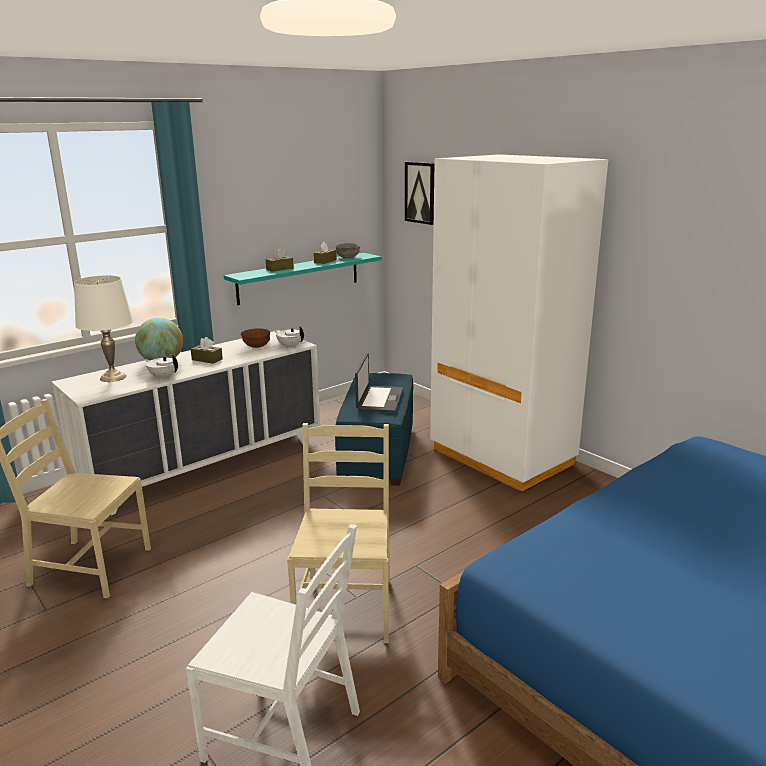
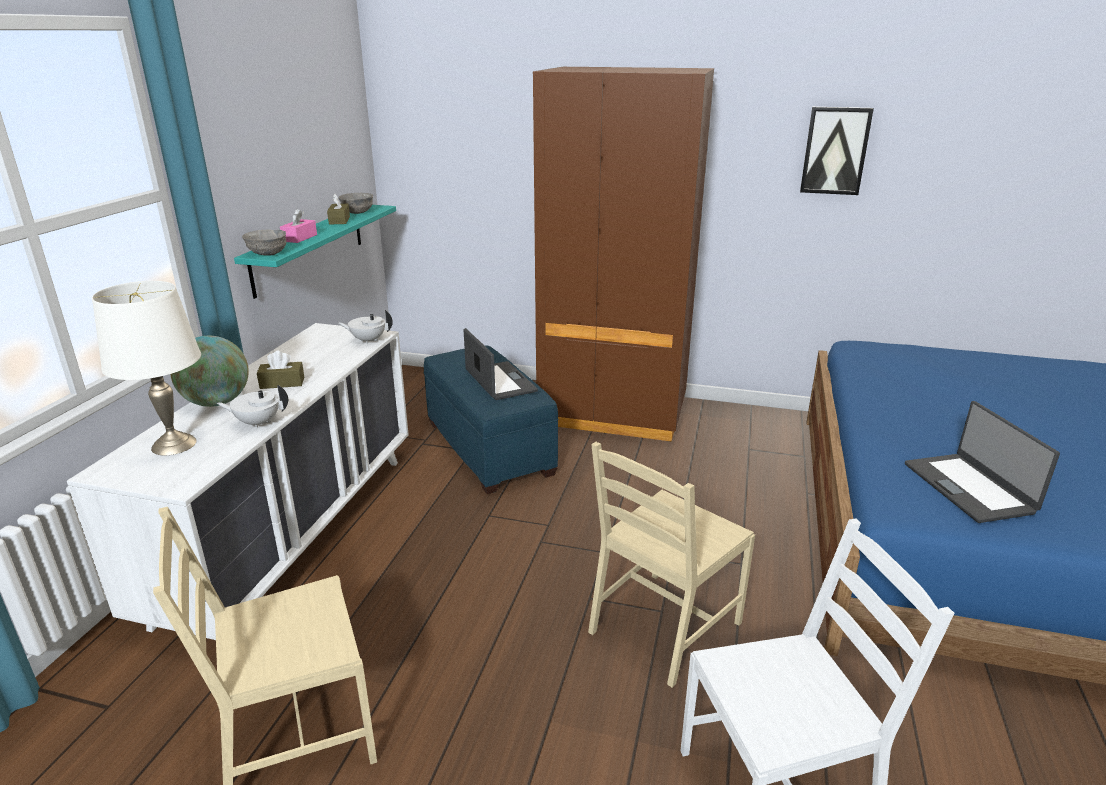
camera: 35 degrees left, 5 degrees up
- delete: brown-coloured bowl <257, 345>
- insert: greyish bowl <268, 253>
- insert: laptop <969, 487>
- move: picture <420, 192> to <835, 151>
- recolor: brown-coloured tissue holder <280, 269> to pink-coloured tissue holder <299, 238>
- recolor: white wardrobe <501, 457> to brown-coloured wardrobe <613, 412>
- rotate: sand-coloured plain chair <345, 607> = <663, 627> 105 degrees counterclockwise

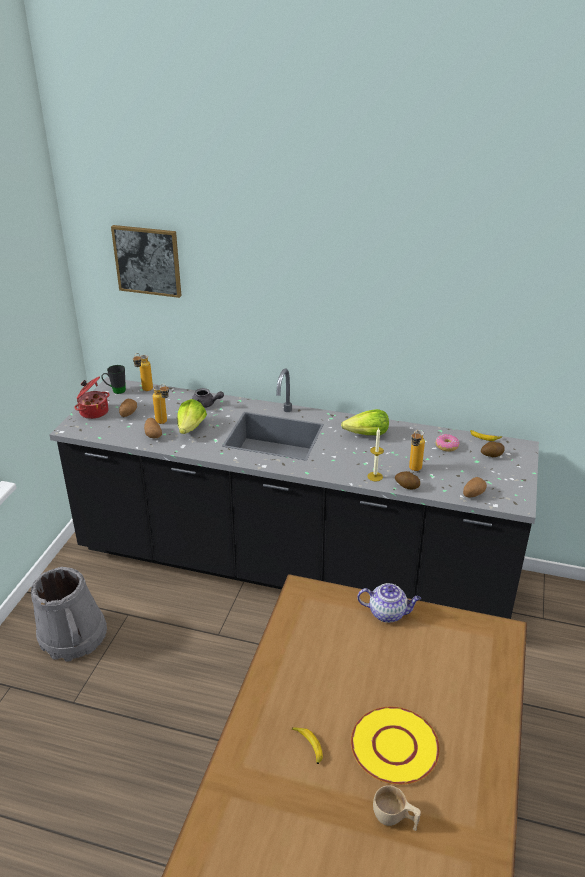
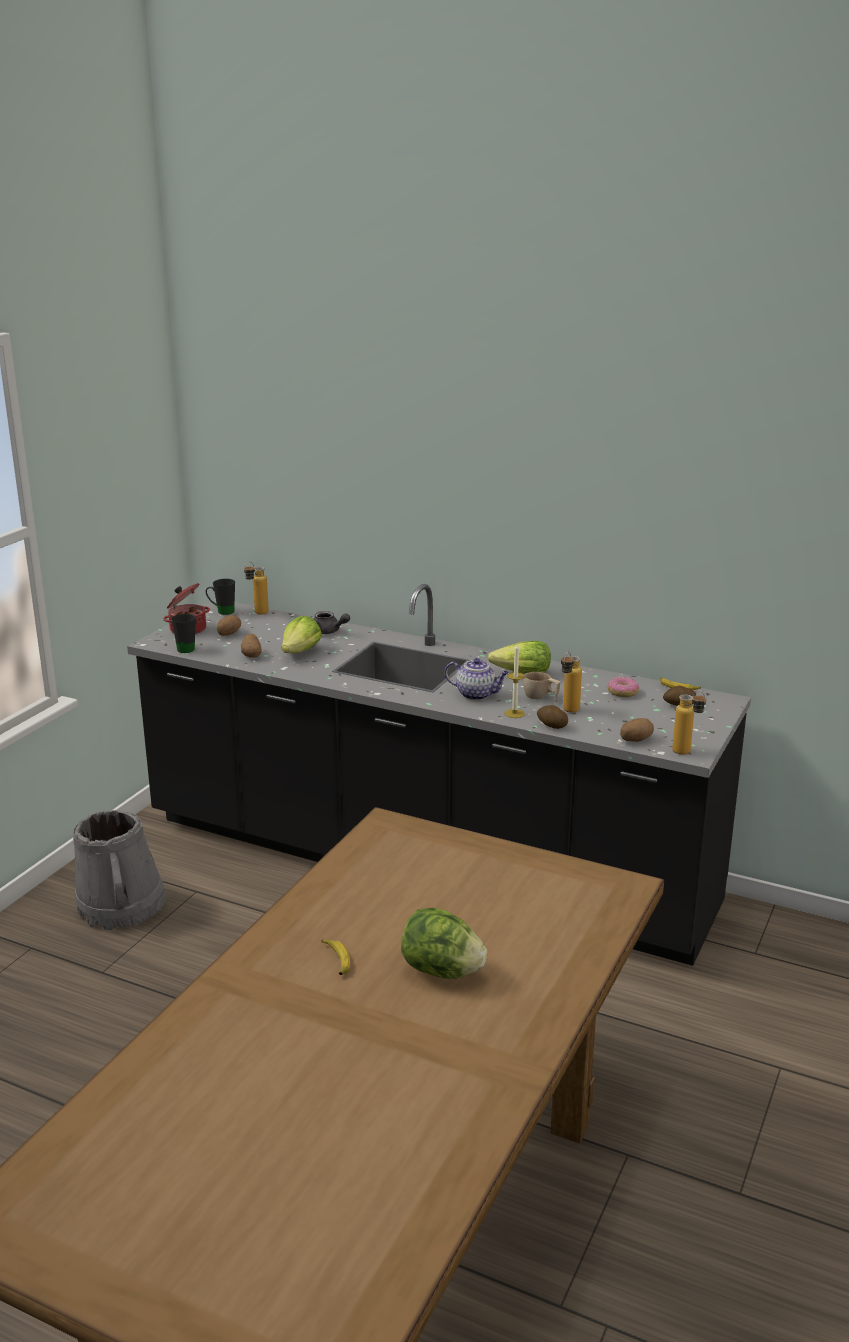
camera: 10 degrees right, 10 degrees down
- delete: picture <147, 260>
- insert: blackish mug <187, 648>
- move: drink bottle <164, 423> to <686, 754>
- move: tea pot <388, 613> to <477, 694>
- move: sand-coloured small cup <395, 819> to <541, 698>
- replace: yellowish flat dish <394, 746> to lettuce head <441, 971>

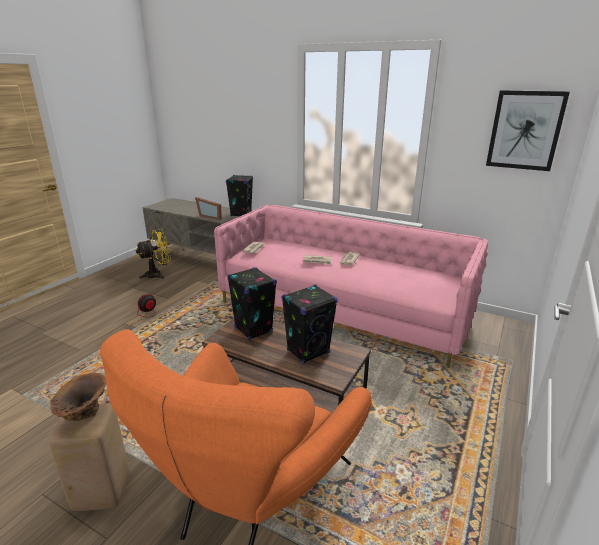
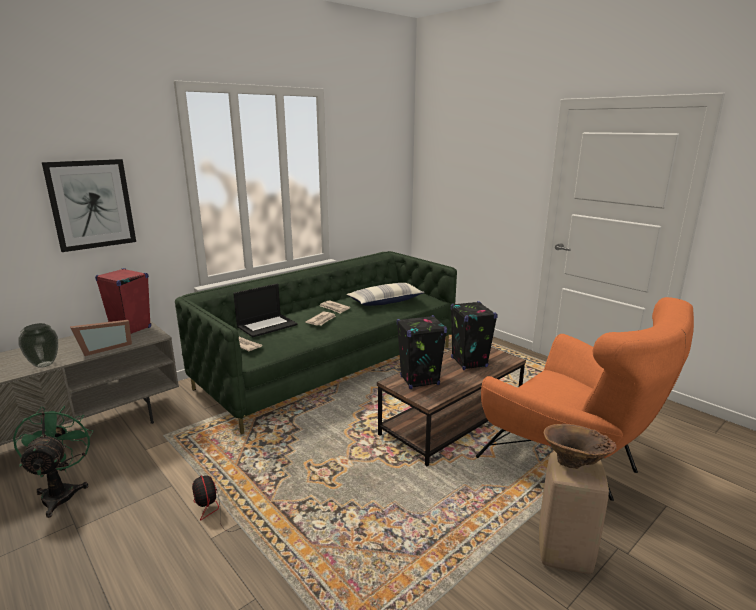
camera: 70 degrees left, 5 degrees down
- insert: flower vase <43, 365>
- insert: laptop <267, 325>
- insert: cushion <385, 301>
- move: picture <525, 130> to <91, 204>
- recolor: yellowish electric fan <158, 274> to green-coloured electric fan <62, 492>
- recolor: pink-coloured settee <342, 310> to green-coloured settee <332, 366>
- recolor: blackish speaker <241, 214> to red-coloured speaker <130, 329>

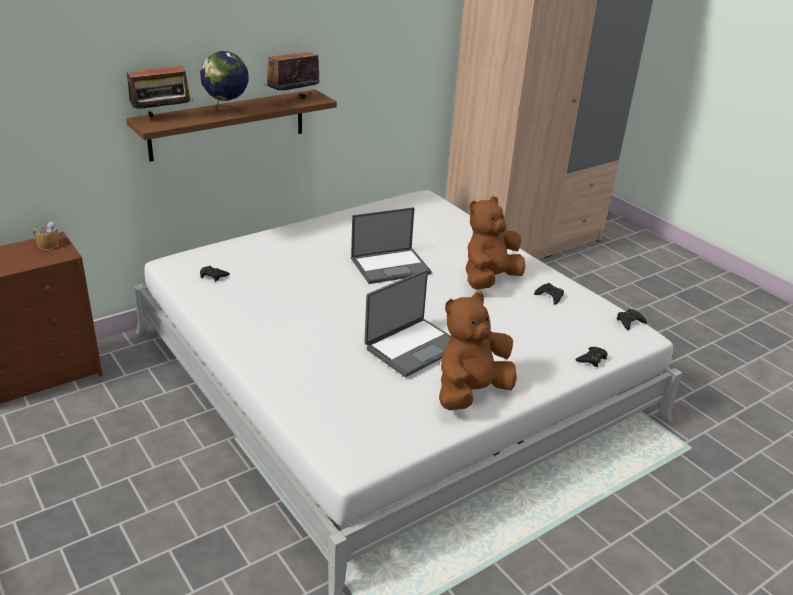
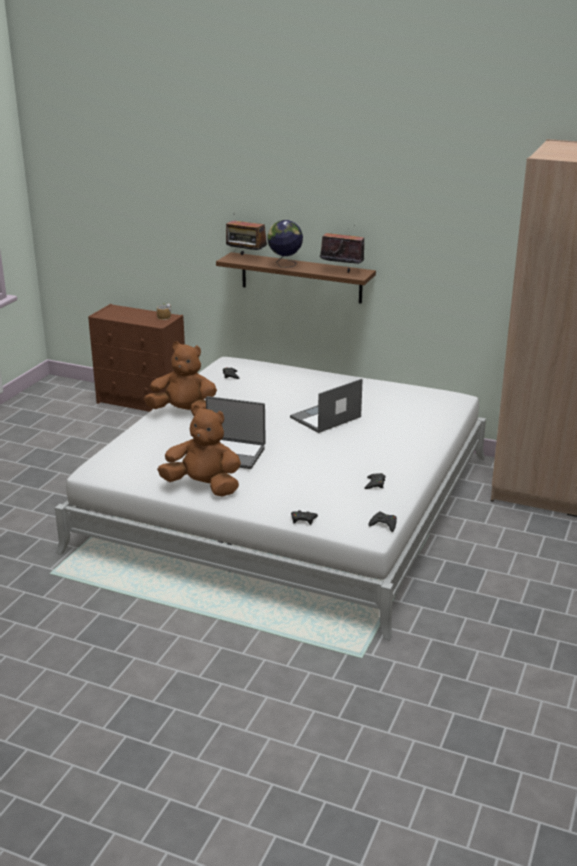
camera: 60 degrees right, 5 degrees down
- move: brown-coloured plush toy <489, 280> to <184, 413>
- rotate: laptop <391, 266> = <325, 418> 105 degrees clockwise

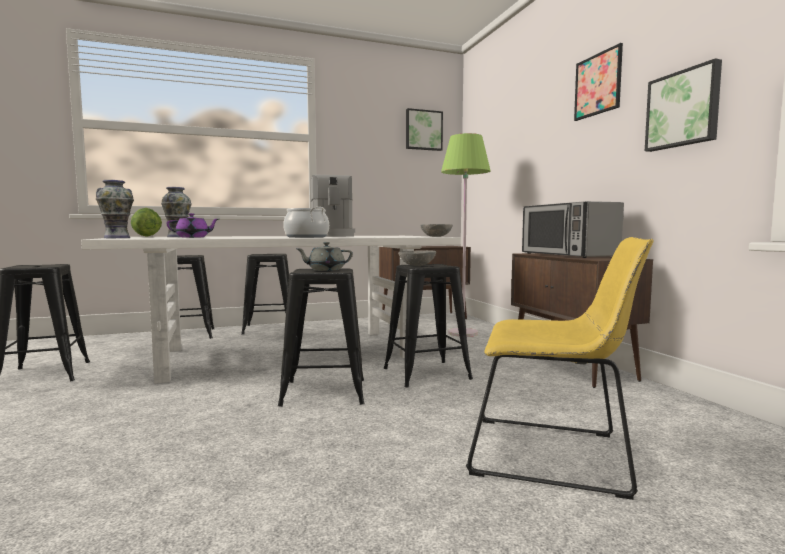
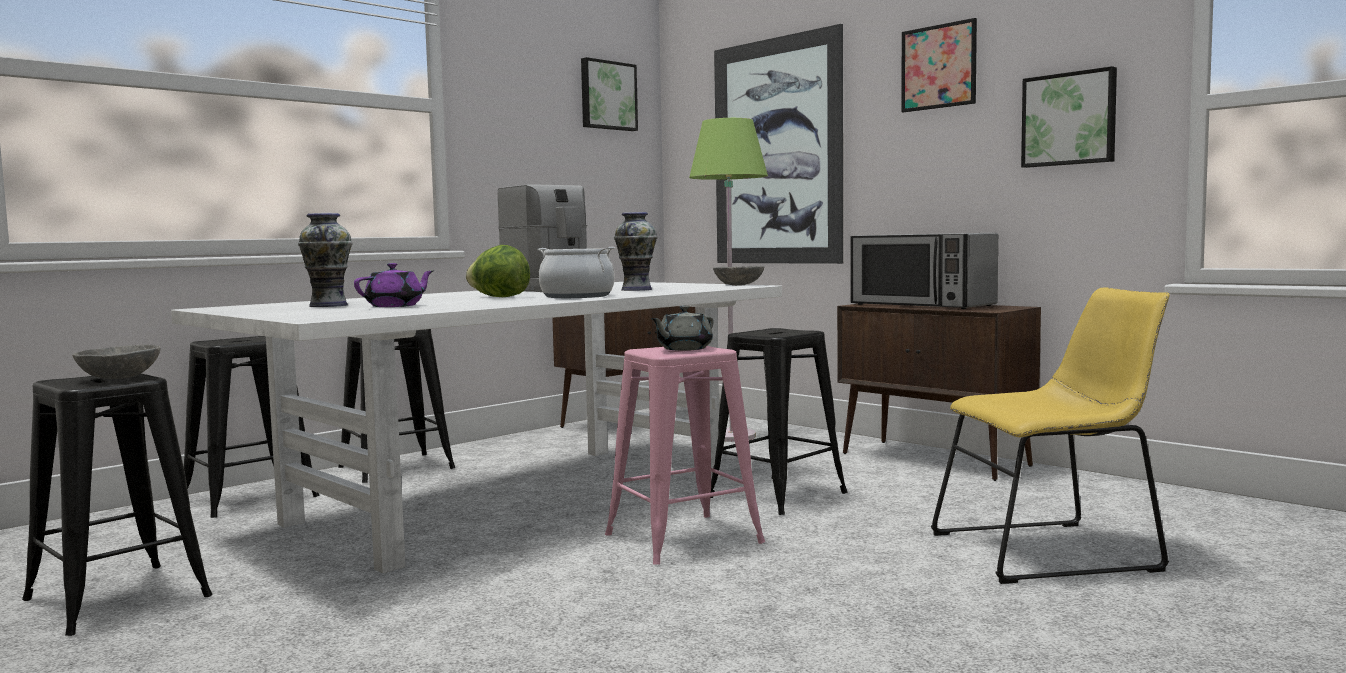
camera: 25 degrees left, 0 degrees up
- insert: picture <776, 152>
- move: flower vase <117, 238> to <636, 289>
- move: lettuce head <146, 236> to <499, 297>
- move: greyish bowl <417, 265> to <120, 377>
- recolor: blackish stool seat <325, 392> to pink-coloured stool seat <684, 538>

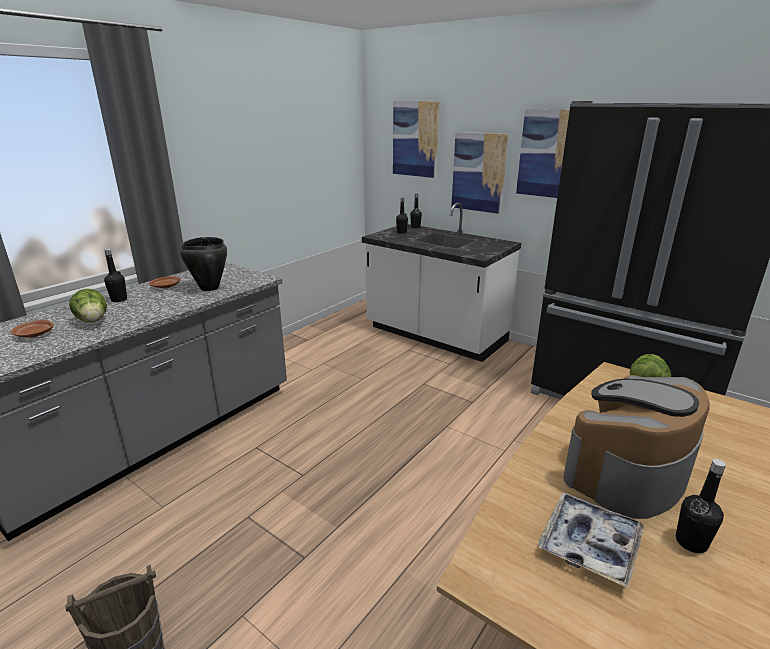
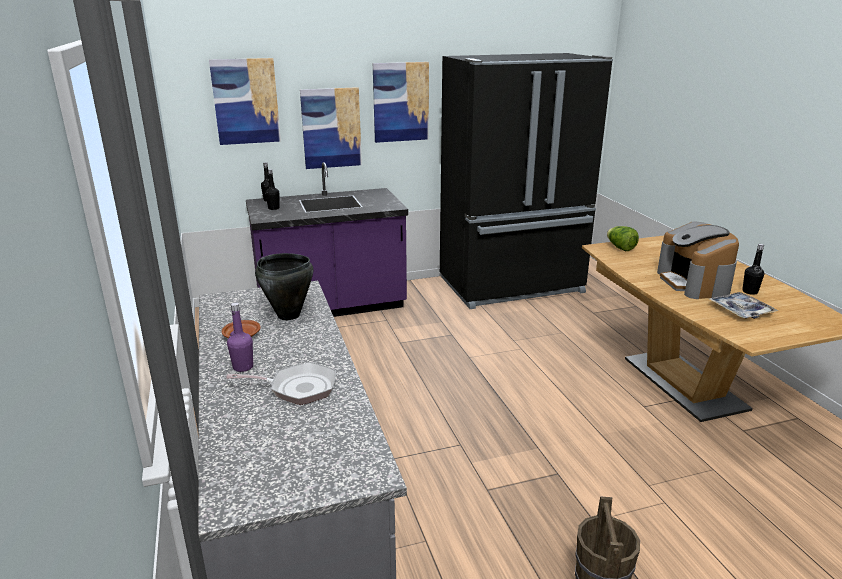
camera: 55 degrees left, 0 degrees up
- delete: brown-coloured flat dish <34, 334>
- replace: lettuce head <93, 321> to skillet <298, 388>
- recolor: blackish drink bottle <119, 300> to purplish drink bottle <243, 367>
- recolor: white kitchen base unit <435, 335> to purplish kitchen base unit <331, 306>

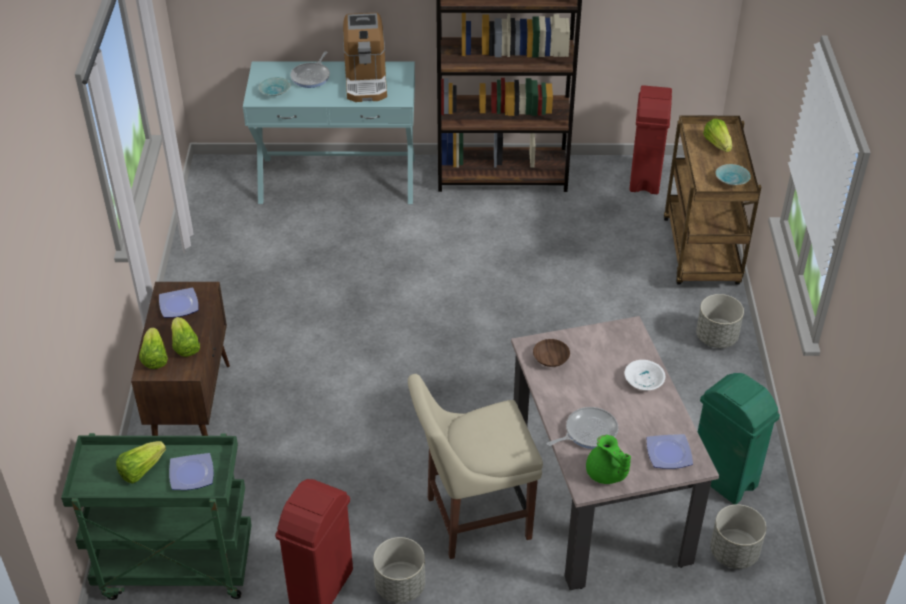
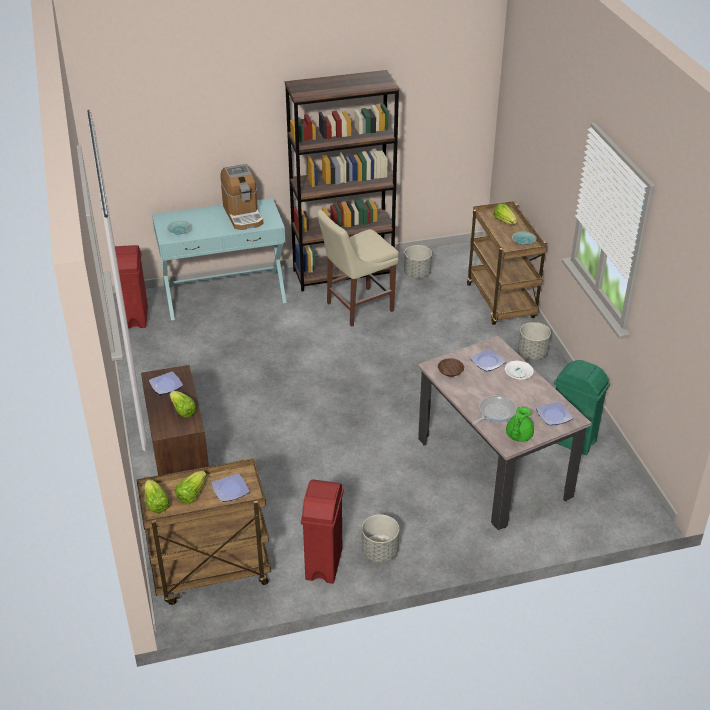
camera: 15 degrees left, 5 degrees down
- delete: skillet <312, 76>
- insert: flat dish <487, 362>
- move: lettuce head <155, 357> to <156, 504>
- move: sand-coloured plain chair <472, 518> to <356, 307>
- move: red-coloured waste bin <645, 179> to <136, 317>
- move: greyish planter <733, 552> to <417, 274>
- recolor: green-coloured trolley <174, 568> to brown-coloured trolley <210, 574>
- rotate: green-coloured tea pot <606, 474> = <518, 436> 75 degrees clockwise

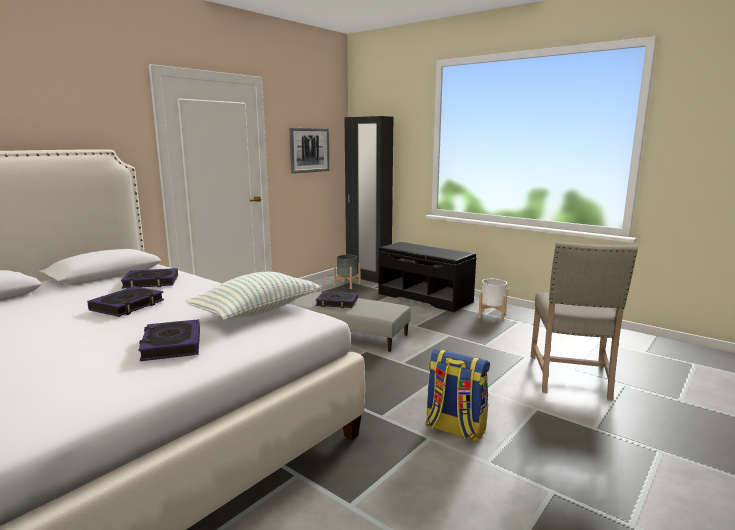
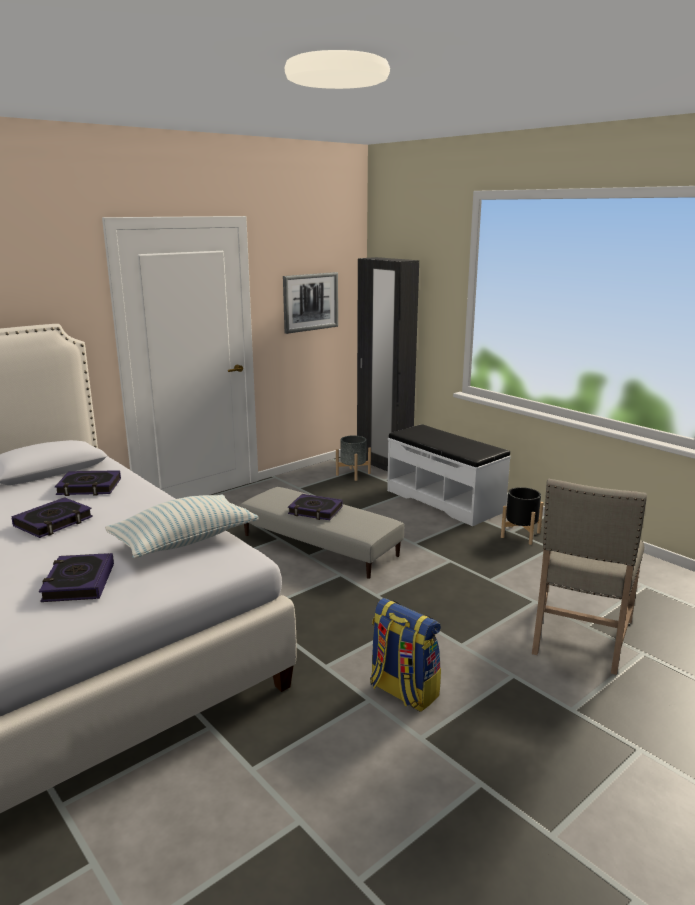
camera: 10 degrees right, 5 degrees up
- recolor: blackish indoor bench <425, 297> to white indoor bench <445, 500>
- recolor: white planter <492, 315> to blackish planter <520, 535>

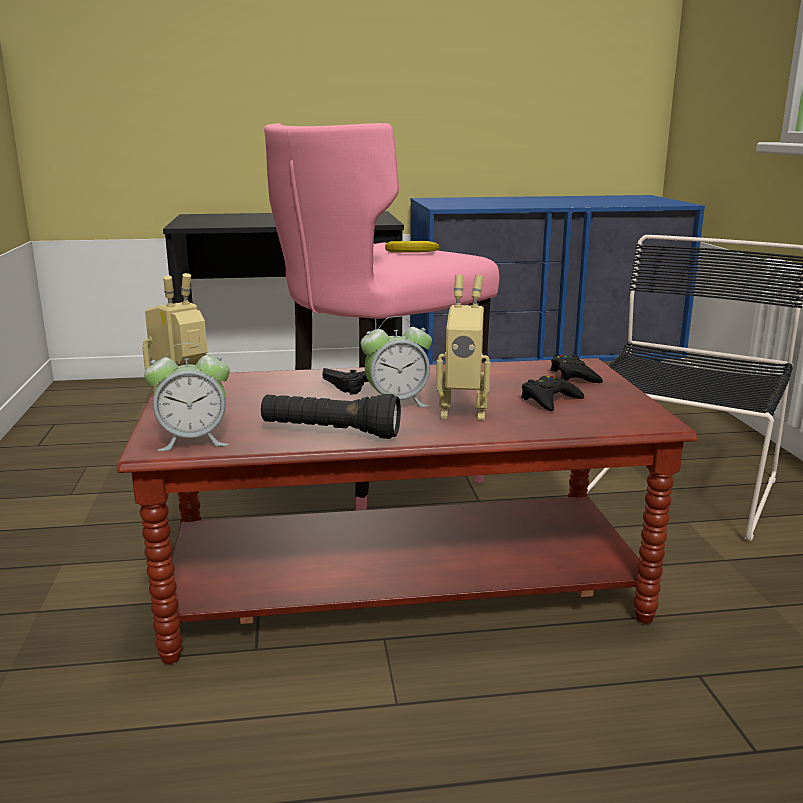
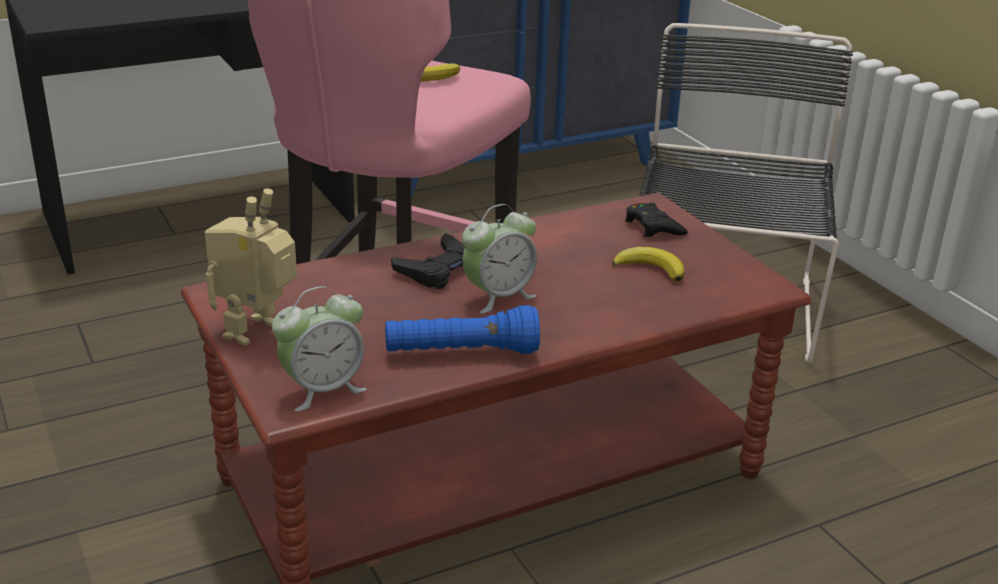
camera: 20 degrees left, 10 degrees up
- delete: robot figure <463, 411>
- replace: blackish gamepad <549, 400> to banana fruit <650, 268>
- recolor: blackish torch <330, 432> to bluish torch <461, 353>

